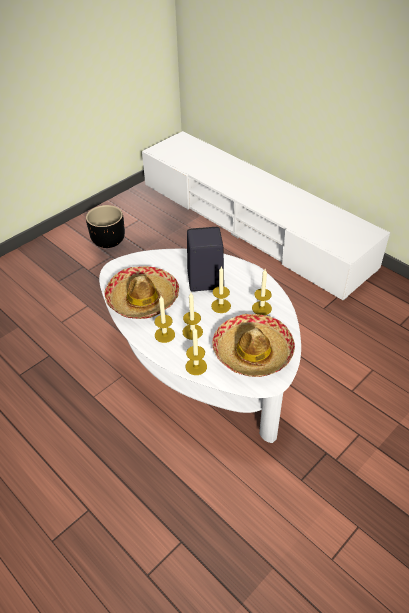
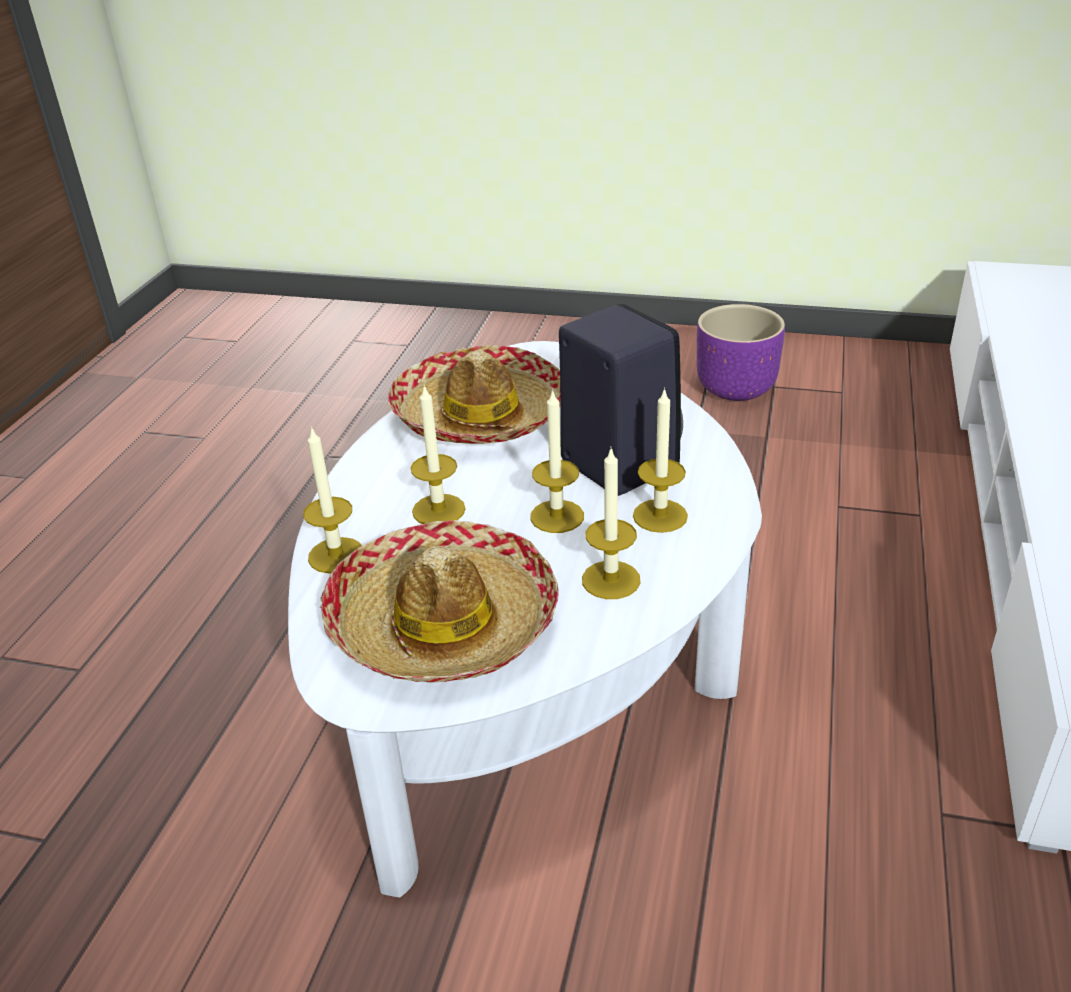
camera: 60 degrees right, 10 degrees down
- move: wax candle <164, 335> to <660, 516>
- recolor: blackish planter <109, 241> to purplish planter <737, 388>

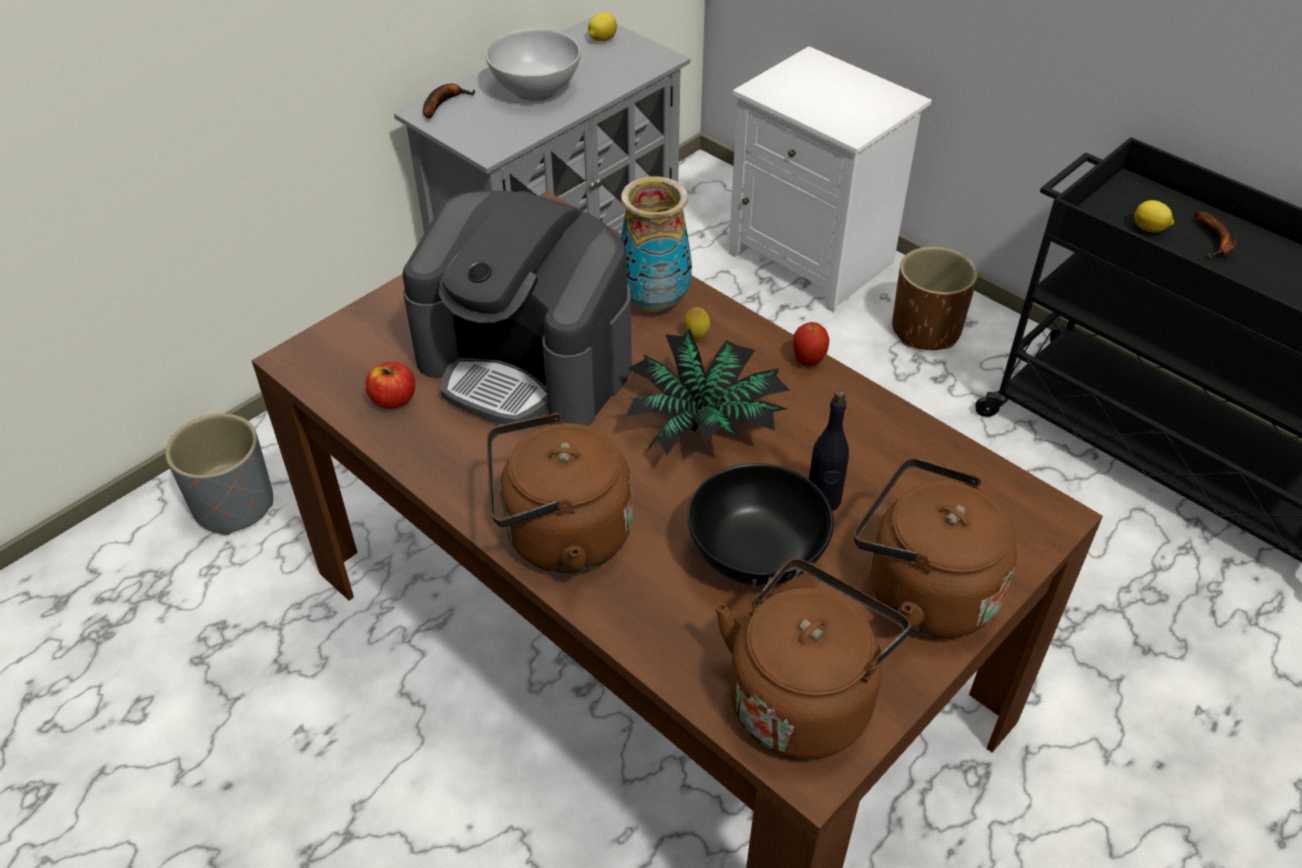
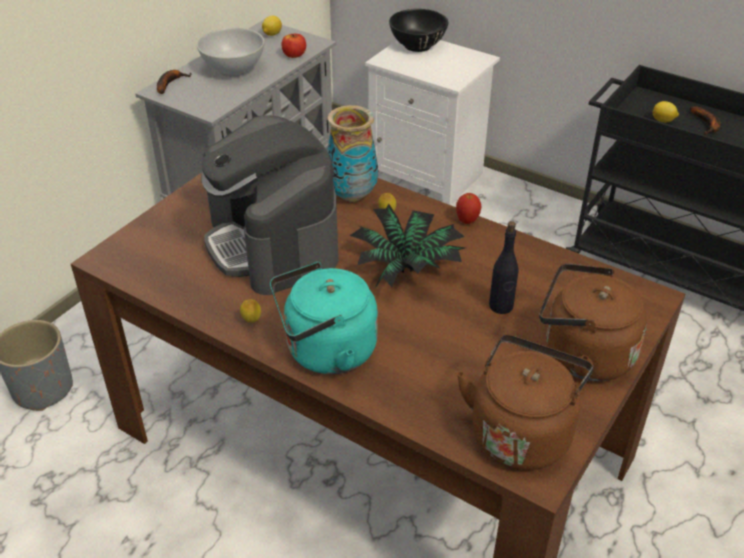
camera: 10 degrees left, 5 degrees down
- delete: brown-coloured planter <925, 330>
- insert: citrus fruit <252, 321>
- move: whole apple <393, 400> to <294, 55>
- move: blackish bowl <756, 556> to <417, 45>
- recolor: brown-coloured tea kettle <559, 536> to blue-green tea kettle <325, 352>
- rotate: coffee maker <527, 363> = <273, 243> 45 degrees clockwise

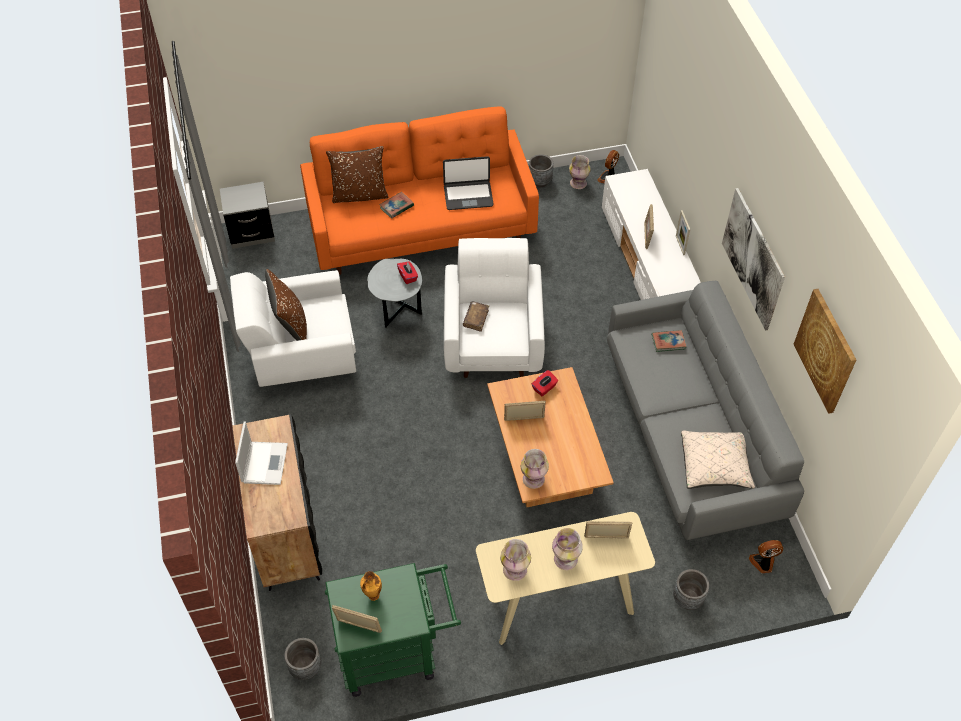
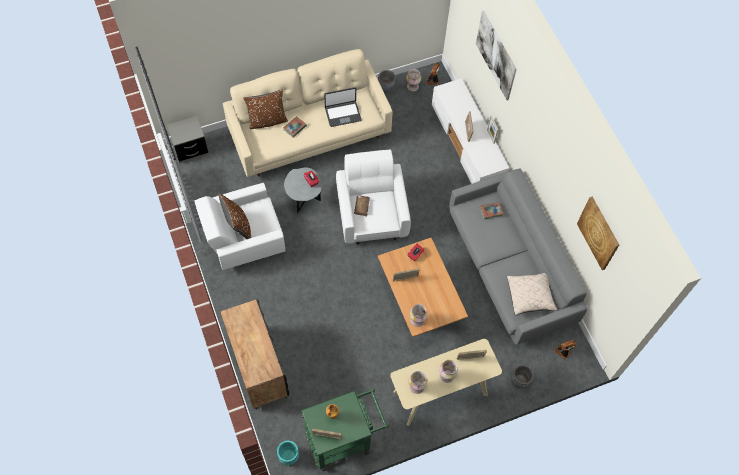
camera: 10 degrees left, 10 degrees up
- delete: laptop <264, 462>
- move: picture <753, 258> to <496, 55>
- recolor: greyish planter <305, 667> to blue-green planter <288, 456>
- recolor: orange-coloured settee <421, 229> to sand-coloured settee <309, 134>

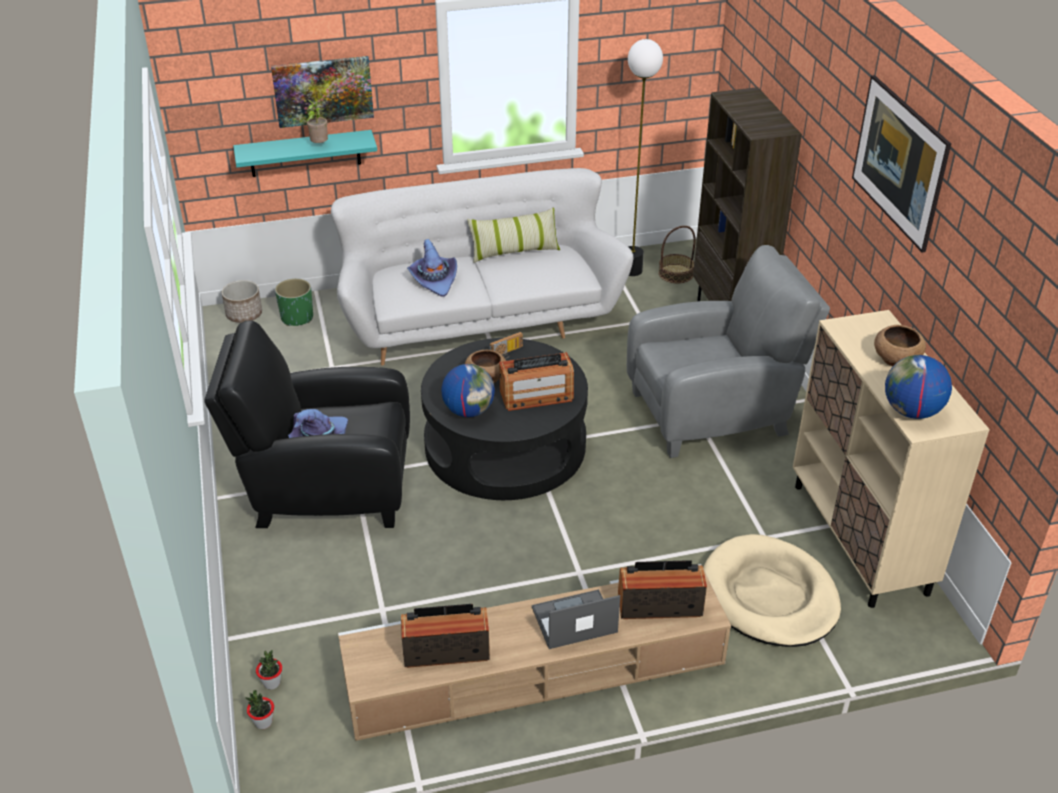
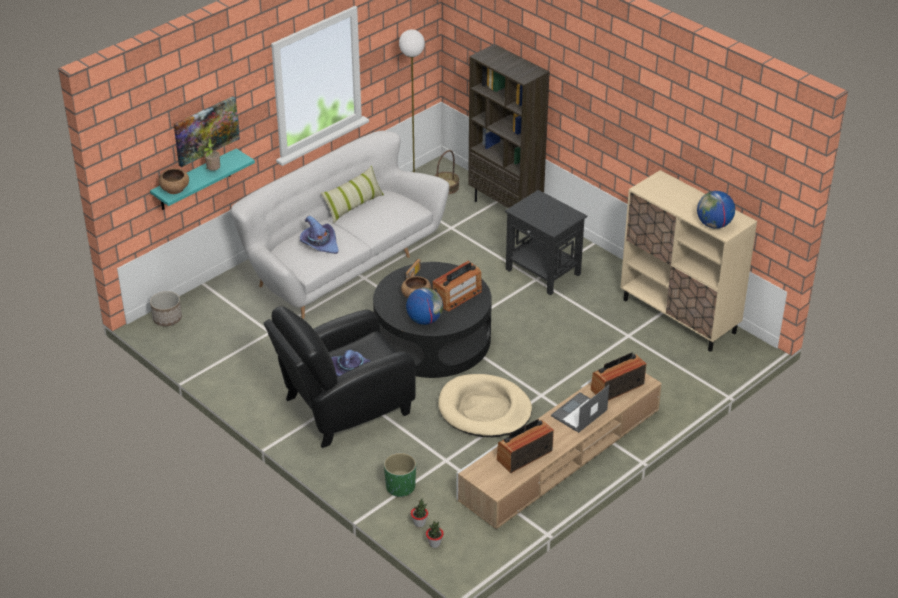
camera: 30 degrees left, 0 degrees up
- delete: picture <894, 187>
- move: green-coloured planter <297, 317> to <400, 487>
- move: sand-coloured dog cushion <769, 596> to <484, 410>
- move: brown-coloured bowl <897, 359> to <175, 189>
- replace: greyish easy chair <714, 412> to blackish side table <543, 272>

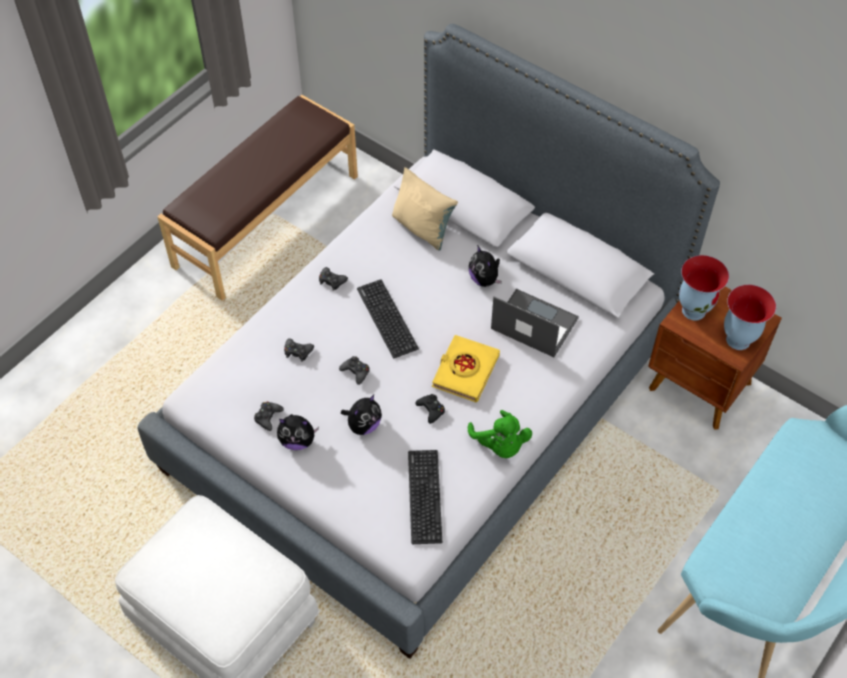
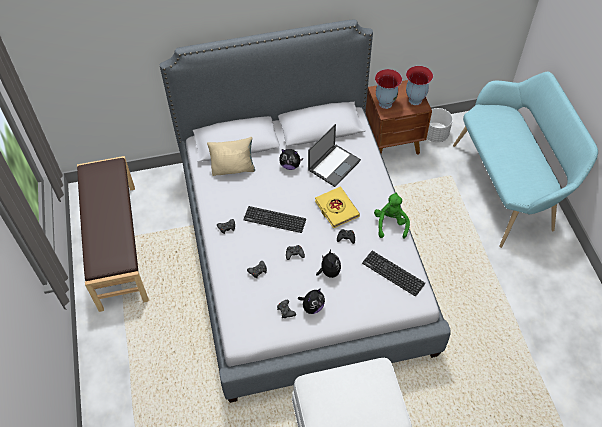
camera: 50 degrees left, 0 degrees up
- insert: white planter <435, 134>
- rotate: green-coloured plush toy <500, 445> = <390, 224> 105 degrees counterclockwise
- rotate: laptop <533, 323> = <334, 165> 150 degrees clockwise

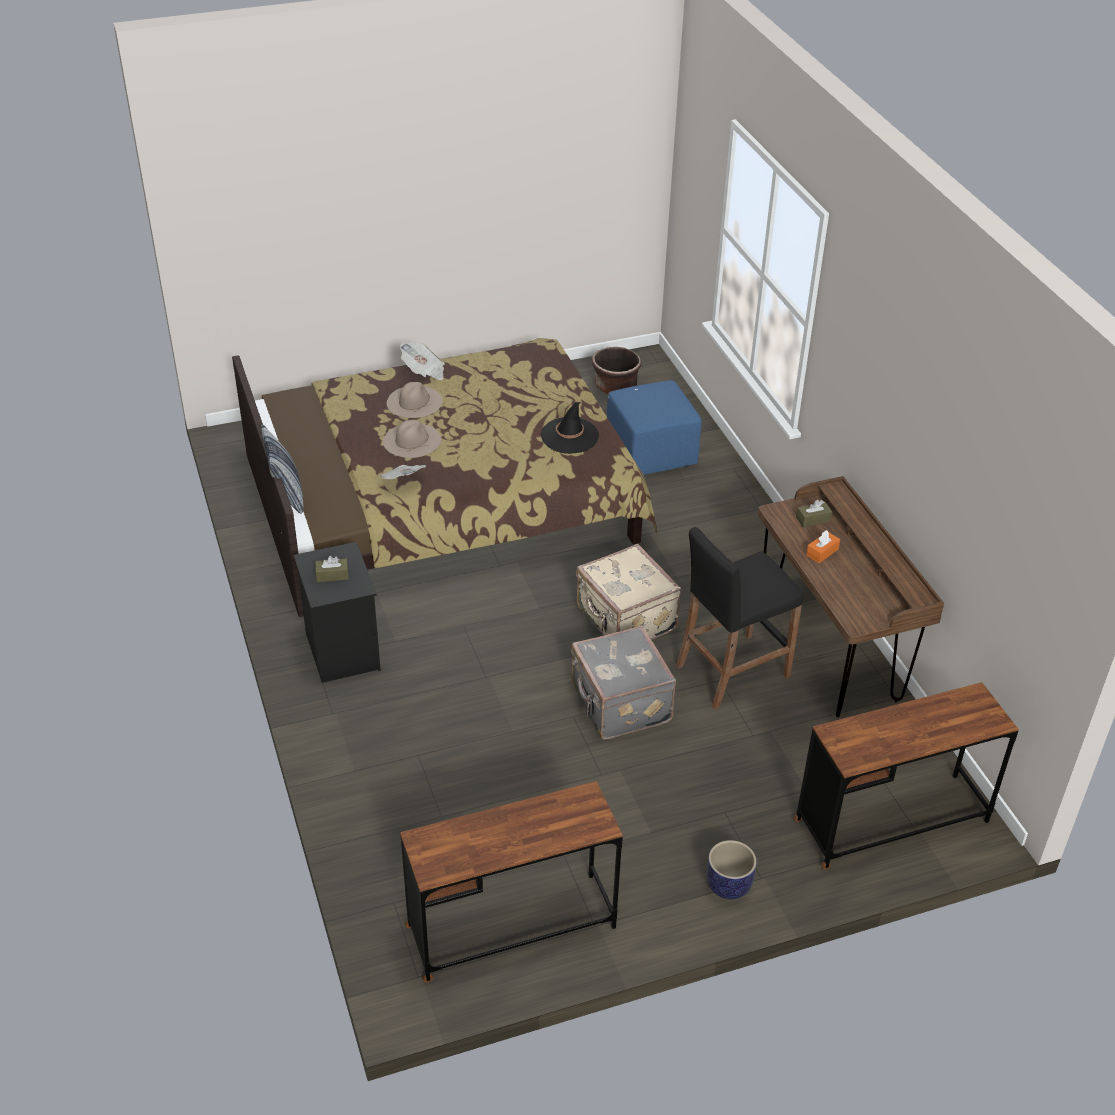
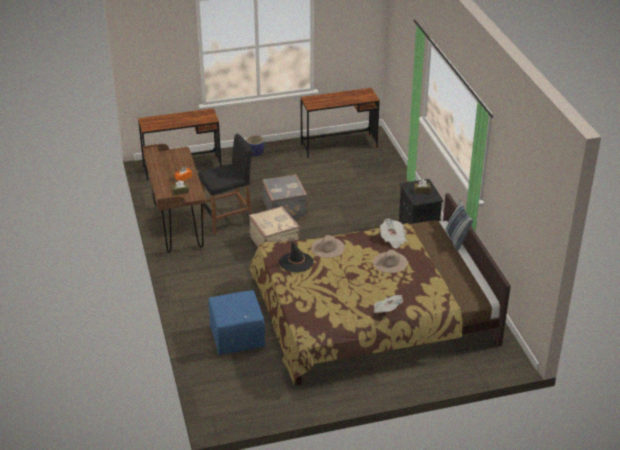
camera: 175 degrees left, 5 degrees down
- delete: brown-coloured planter <615, 387>
- move: sand-coloured clothing hat <414, 402> to <328, 247>

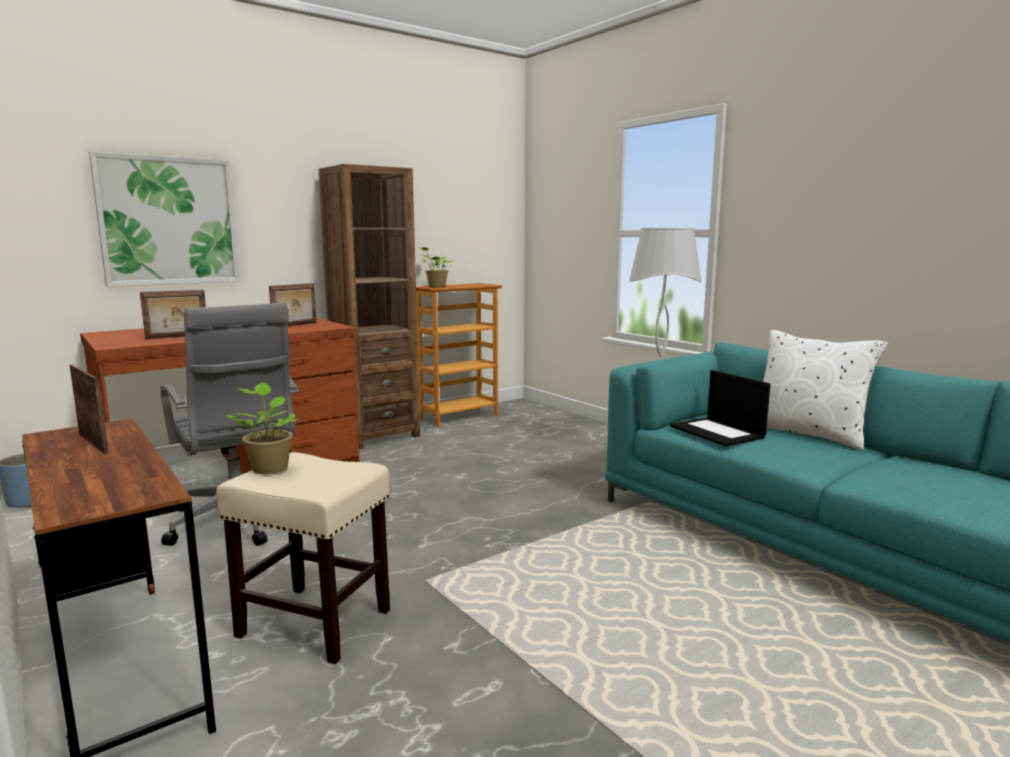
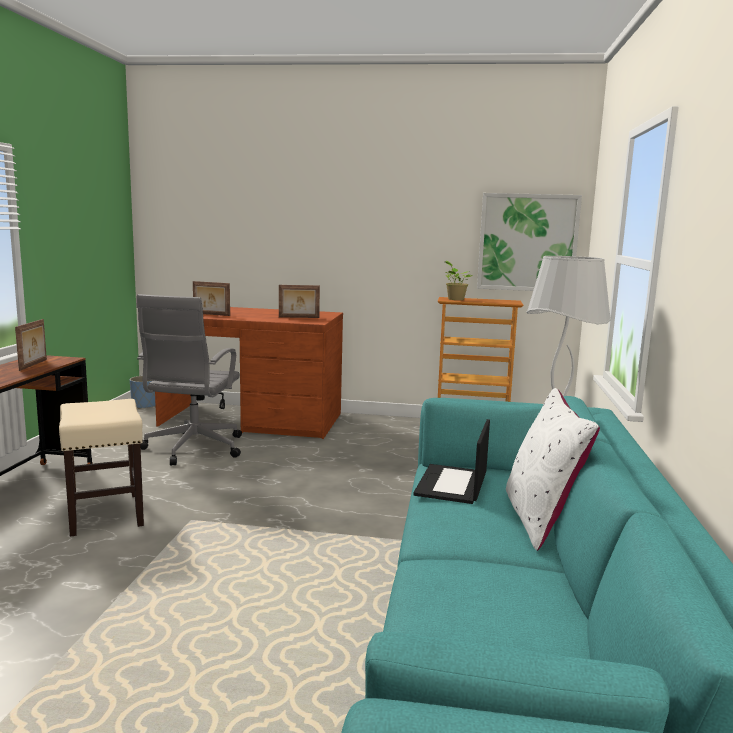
camera: 45 degrees right, 0 degrees up
- delete: houseplant <269, 467>
- delete: brown-coloured bookshelf <376, 435>
- move: picture <169, 221> to <527, 242>

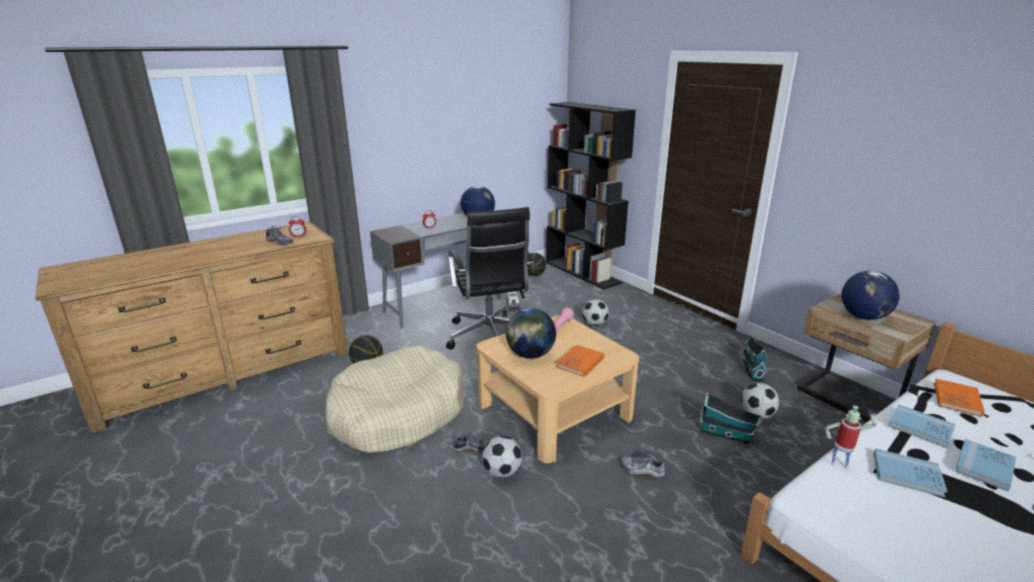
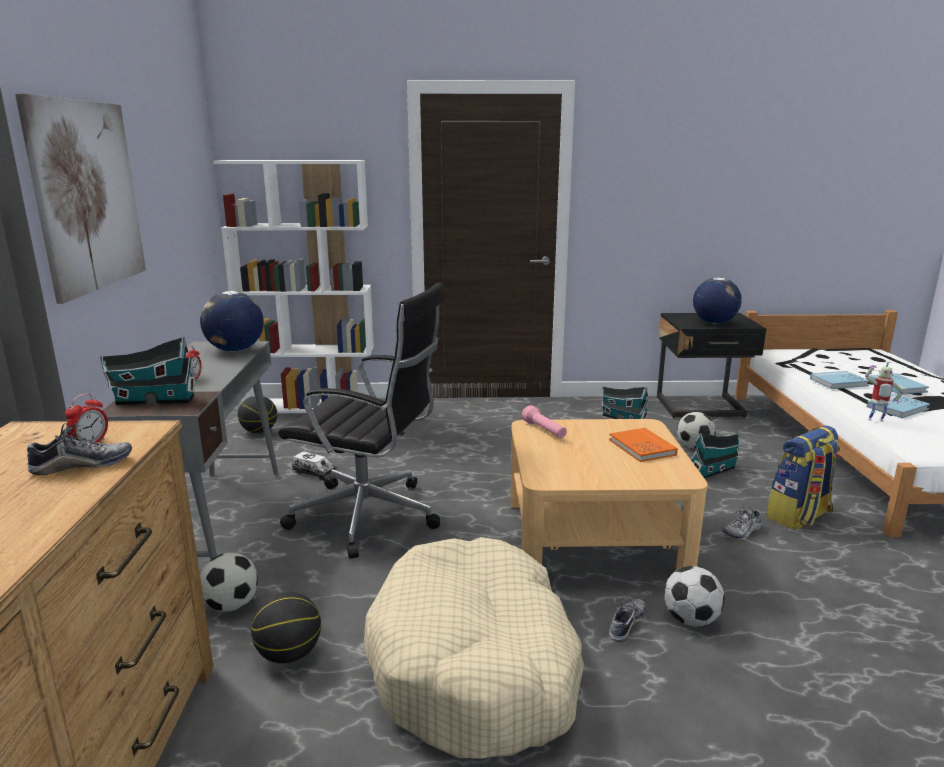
camera: 55 degrees left, 5 degrees down
- delete: globe <530, 355>
- delete: orange-coloured volume <957, 399>
- insert: picture <88, 196>
- insert: toy house <152, 400>
- insert: backpack <799, 517>
- move: football <594, 323> to <231, 605>
- recolor: blackish bookshelf <583, 272> to white bookshelf <312, 406>
- recolor: sand-coloured bedside table <847, 399> to blackish bedside table <701, 408>
- rotate: robot figure <839, 464> = <875, 421> 135 degrees counterclockwise

